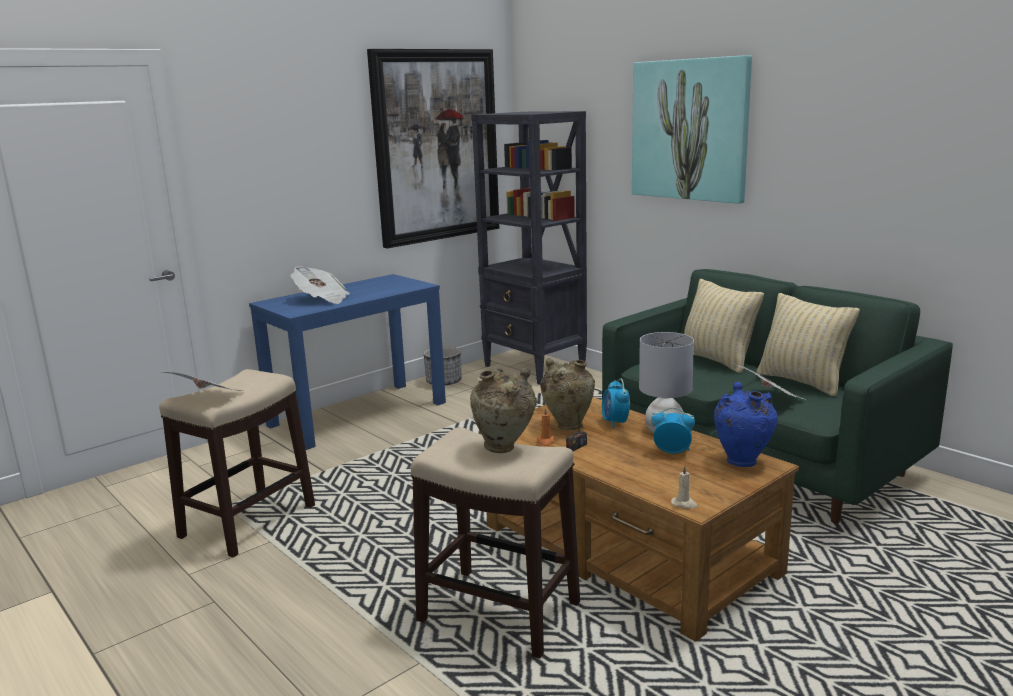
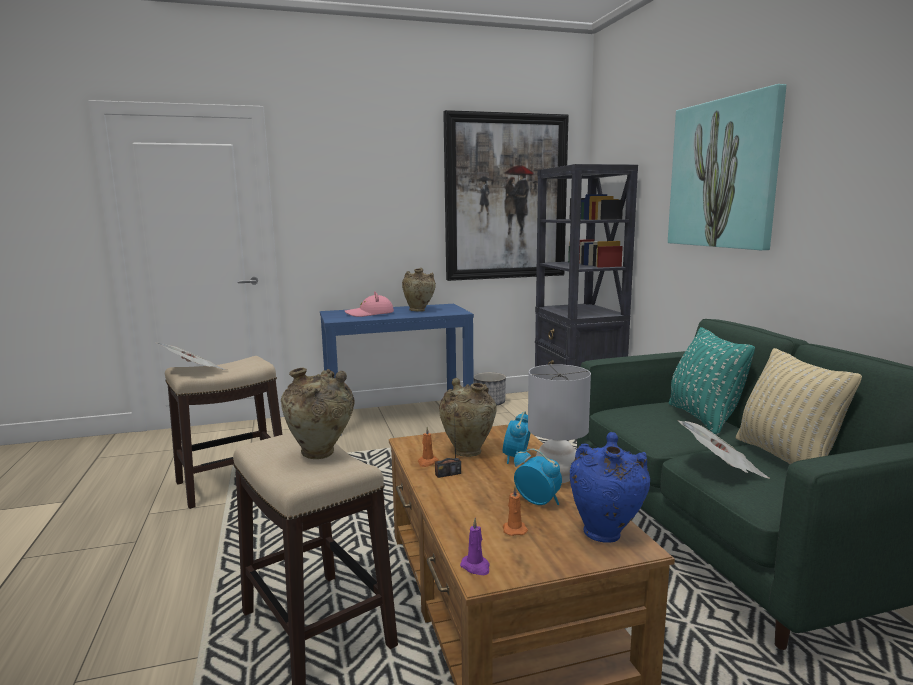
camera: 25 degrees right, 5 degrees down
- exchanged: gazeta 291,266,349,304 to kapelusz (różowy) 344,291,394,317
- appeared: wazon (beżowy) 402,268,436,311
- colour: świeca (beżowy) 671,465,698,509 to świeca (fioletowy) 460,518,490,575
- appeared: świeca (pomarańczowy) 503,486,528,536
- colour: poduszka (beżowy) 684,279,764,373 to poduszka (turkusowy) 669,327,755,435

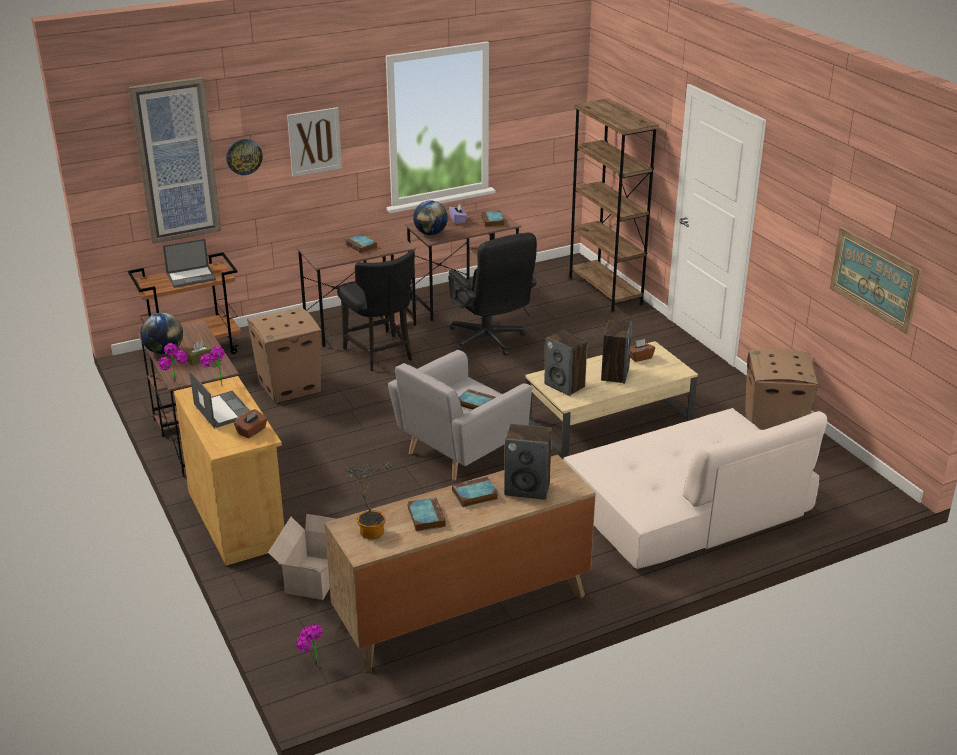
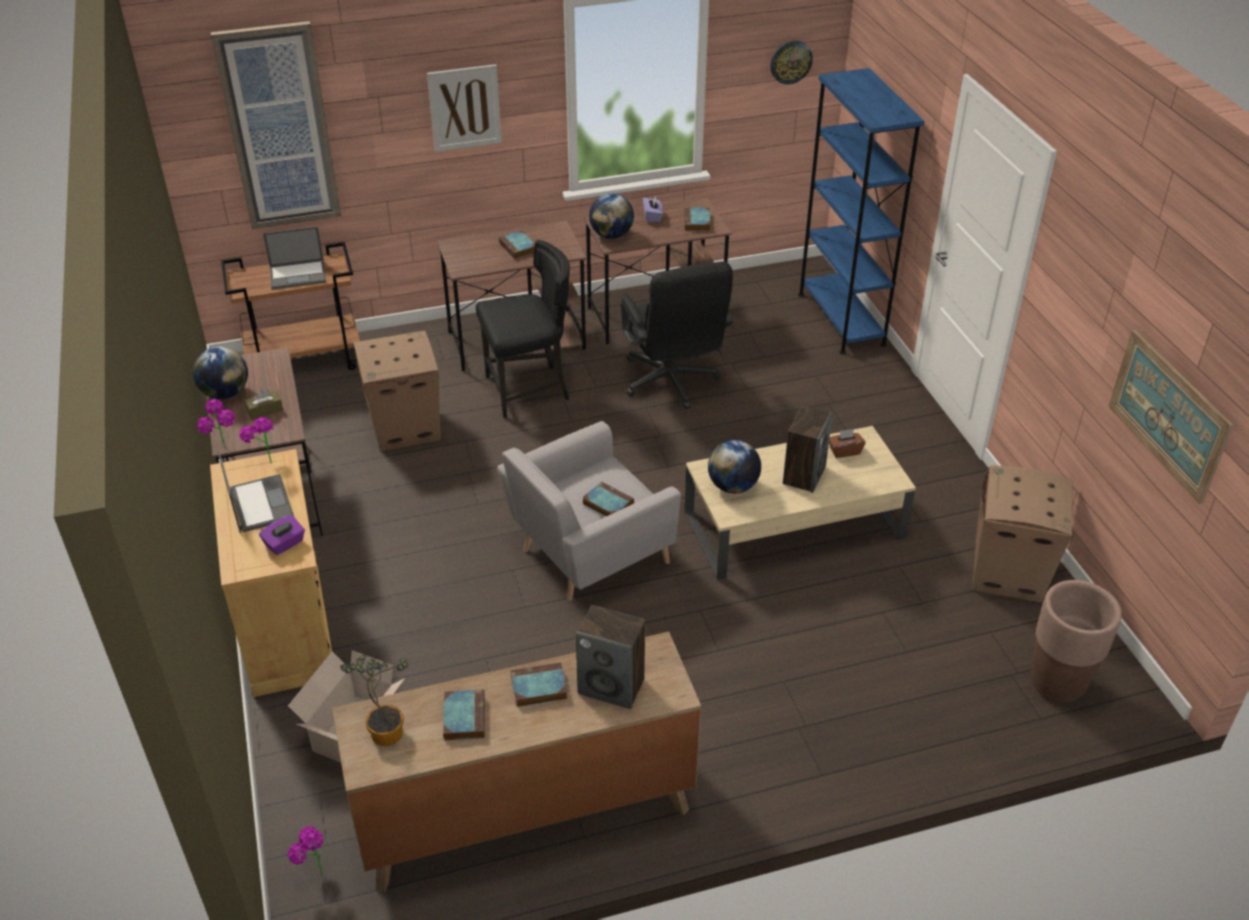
camera: 10 degrees right, 10 degrees up
- colour: pudełko chusteczek (brązowy) 234,409,268,438 to pudełko chusteczek (fioletowy) 259,515,305,555
- spun: krzesło (czarny) 337,250,415,371 = 476,240,570,418 90 degrees counterclockwise
- exchanged: głośnik 544,330,587,396 to globus 708,440,761,493
- relocated: zegar ścienny 226,139,263,175 to 770,40,813,84
- colour: regał (brązowy) 568,98,659,312 to regał (niebieski) 798,68,924,354
- appeared: donica (brązowy) 1031,580,1122,703
- missing: kanapa (beżowy) 563,408,827,569

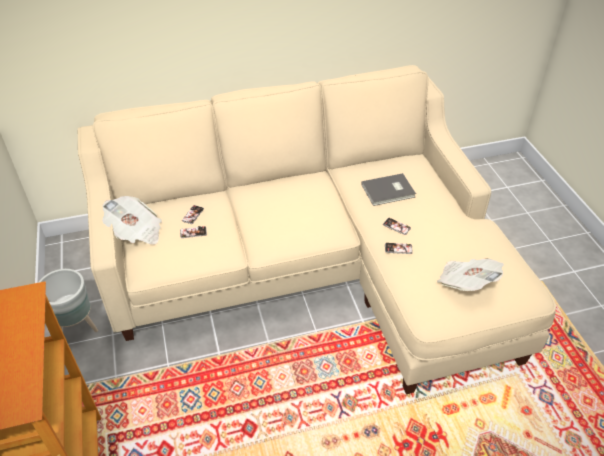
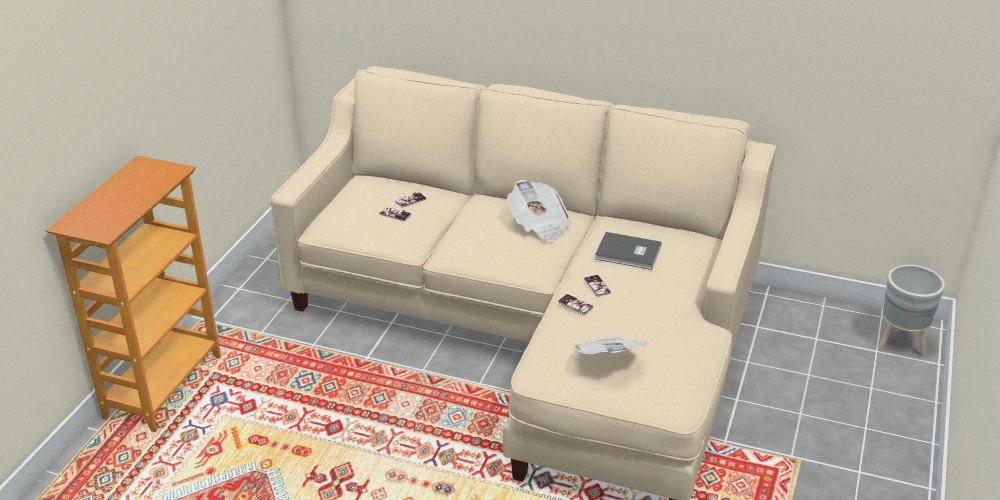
camera: 35 degrees right, 10 degrees down
- relocated: gazeta 102,196,162,245 to 507,179,572,243
- relocated: donica (szary) 38,269,98,332 to 878,265,945,356

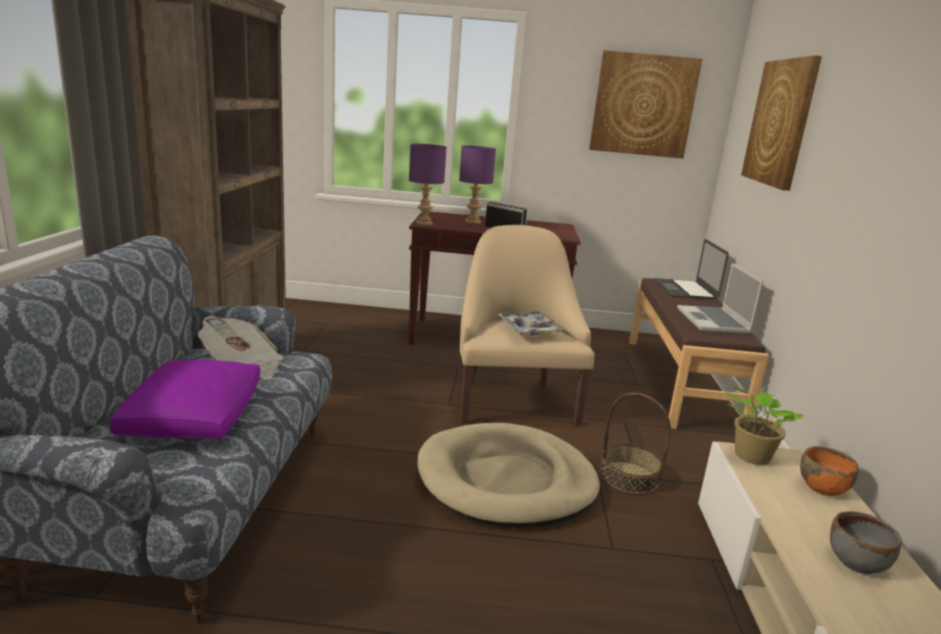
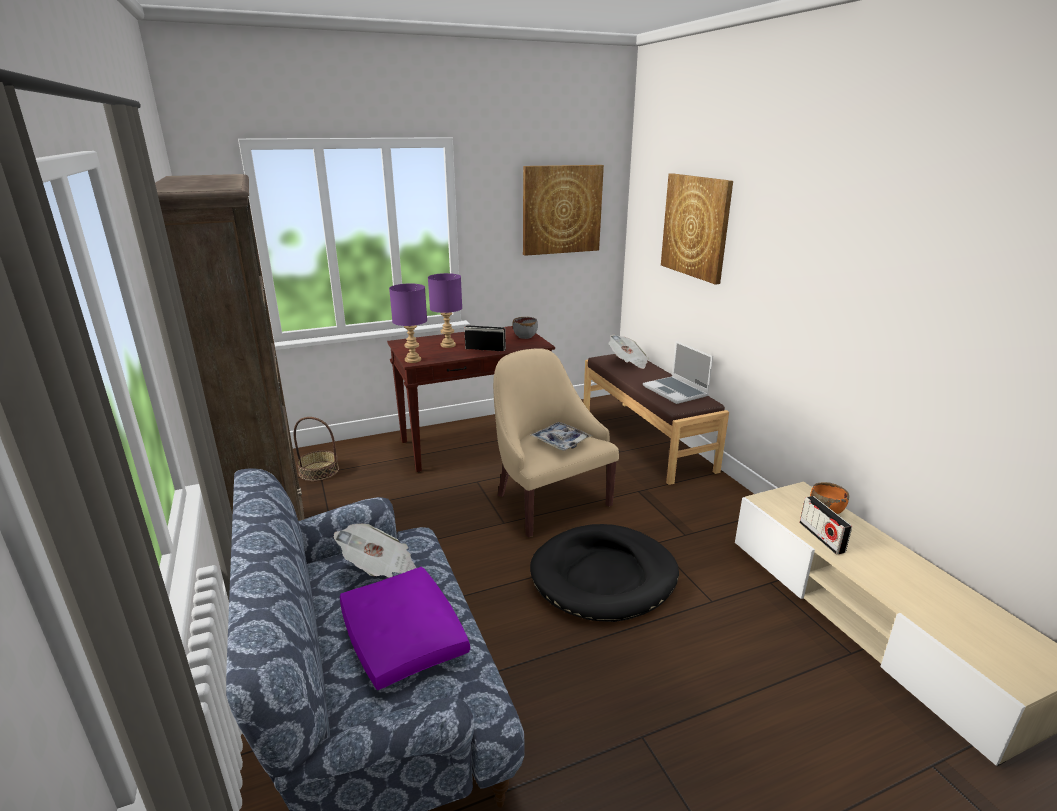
camera: 25 degrees left, 5 degrees up
- relocated: koszyk 599,392,671,495 to 294,417,339,481
- relocated: miska (szary) 830,511,902,574 to 512,317,538,339
- colour: legowisko (beżowy) 417,423,600,527 to legowisko (czarny) 530,524,679,622
- exchanged: laptop 654,239,729,300 to gazeta 609,335,649,369
- appeared: radio 800,496,852,554
- missing: roślina doniczkowa 725,387,804,465

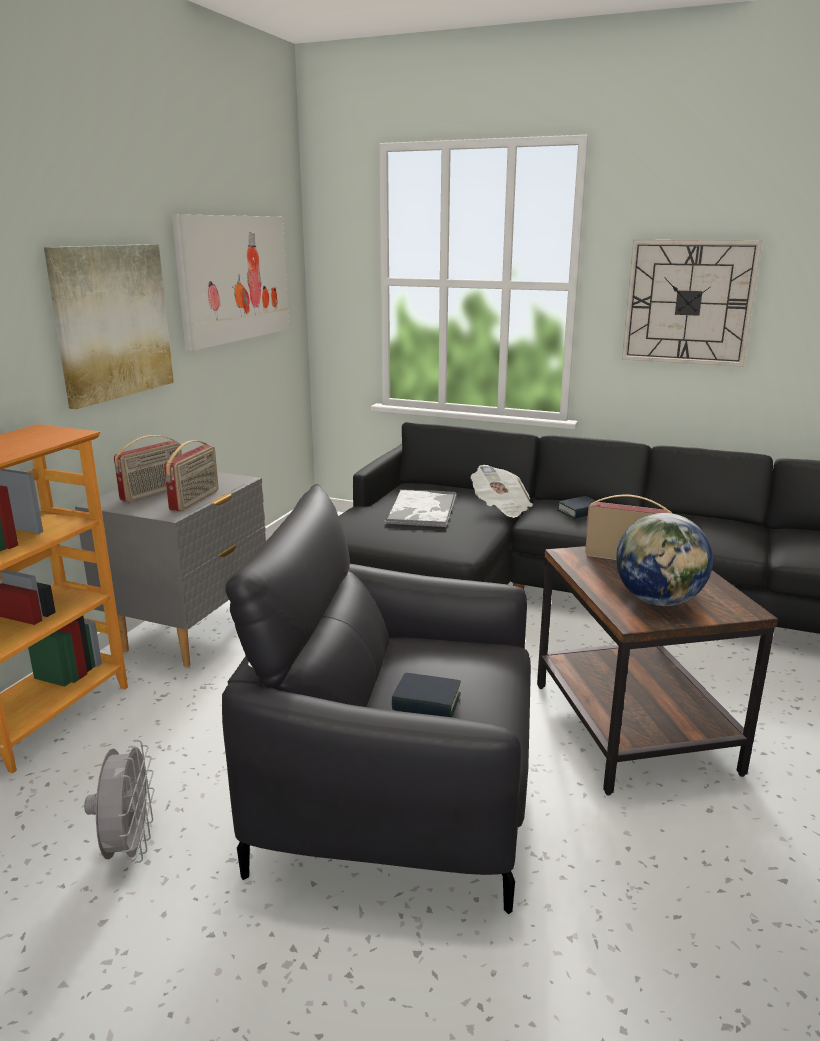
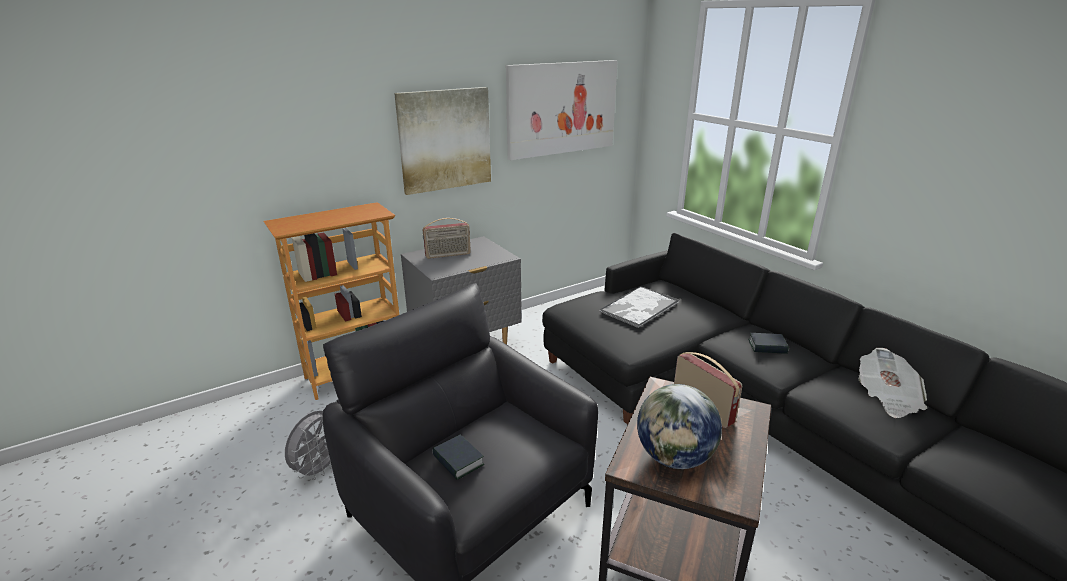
camera: 35 degrees right, 5 degrees up
- relocated: gazeta 471,465,533,518 to 858,348,927,418
- missing: radio 164,440,219,511
- missing: zegar ścienny 622,240,762,367

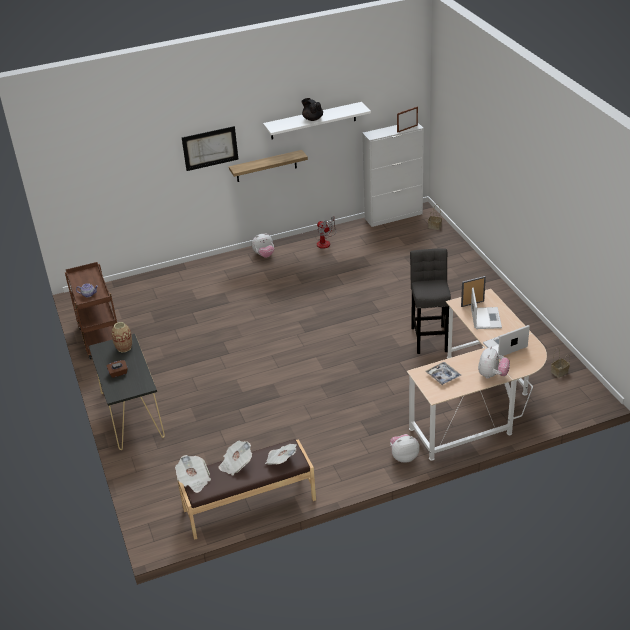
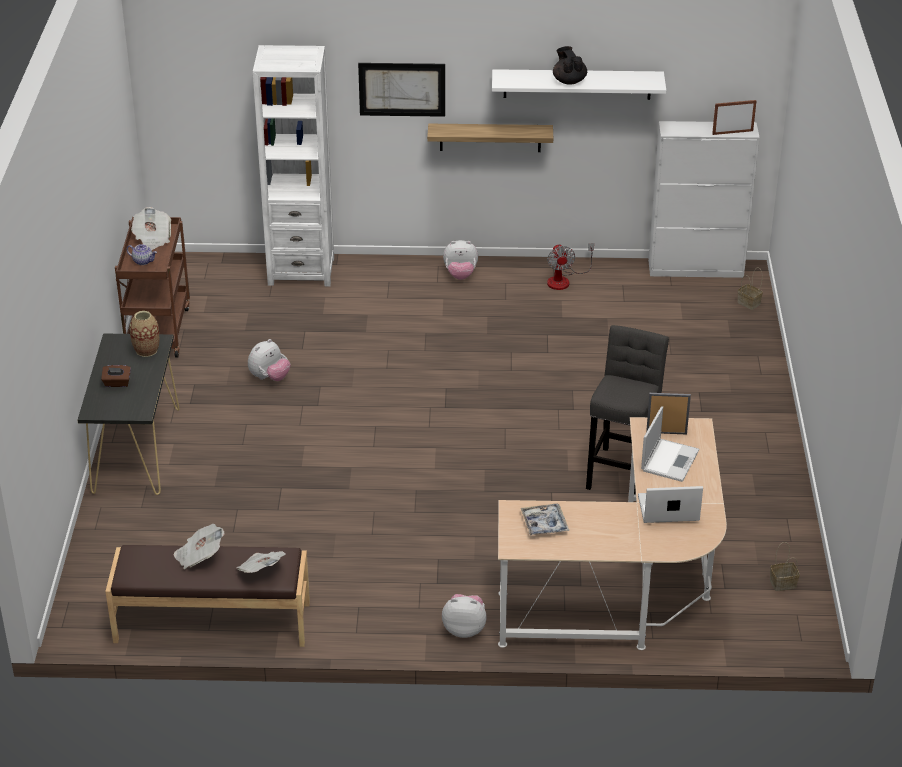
camera: 20 degrees right, 0 degrees up
- relocated: gazeta 175,455,211,493 to 131,207,171,250
- relocated: pluszak 478,346,510,379 to 248,339,291,381
- appeared: regał (biały) 253,45,334,286

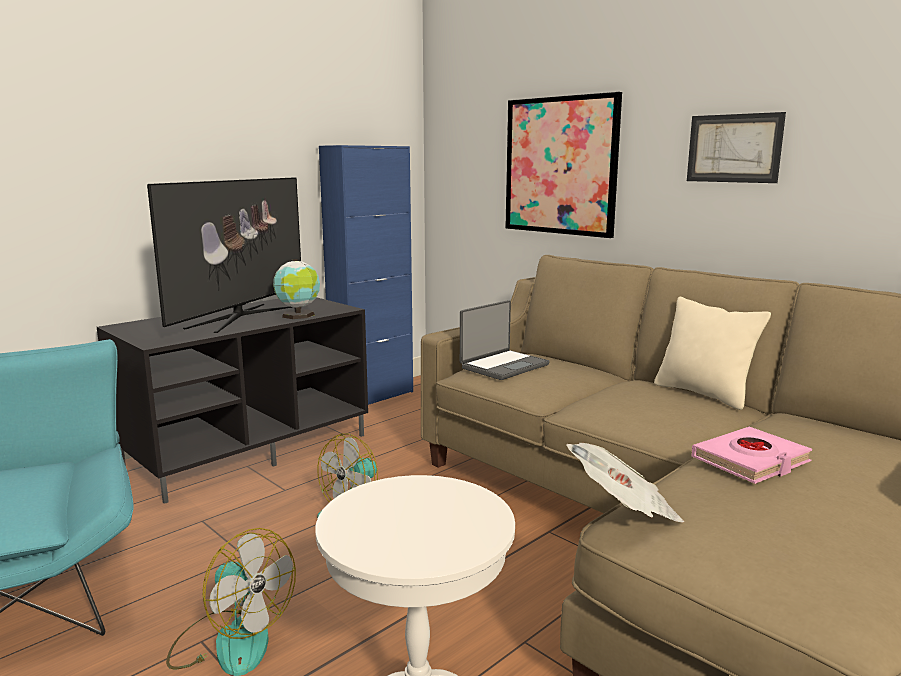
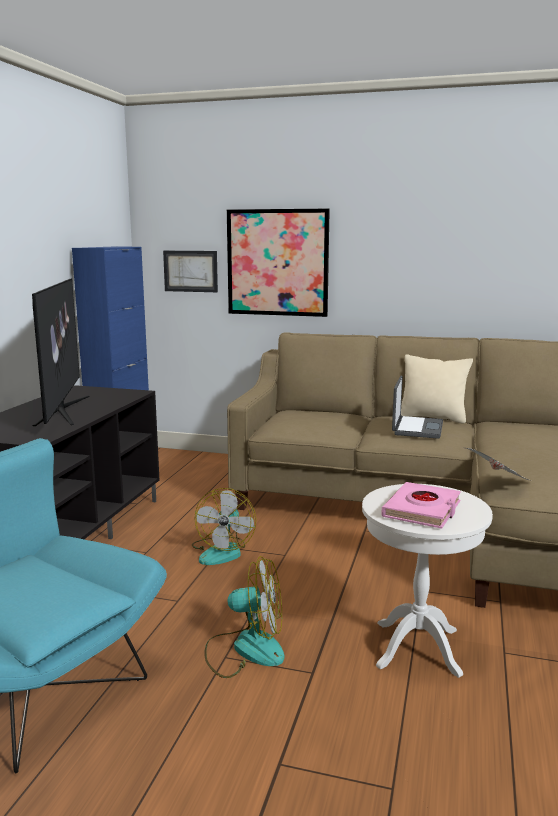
camera: 30 degrees left, 0 degrees up
- relocated: obraz 687,112,786,183 to 163,251,218,292
- relocated: książka (różowy) 691,427,812,484 to 381,482,461,529
- relocated: laptop 460,300,550,380 to 392,376,443,439
- missing: globus 273,259,320,319

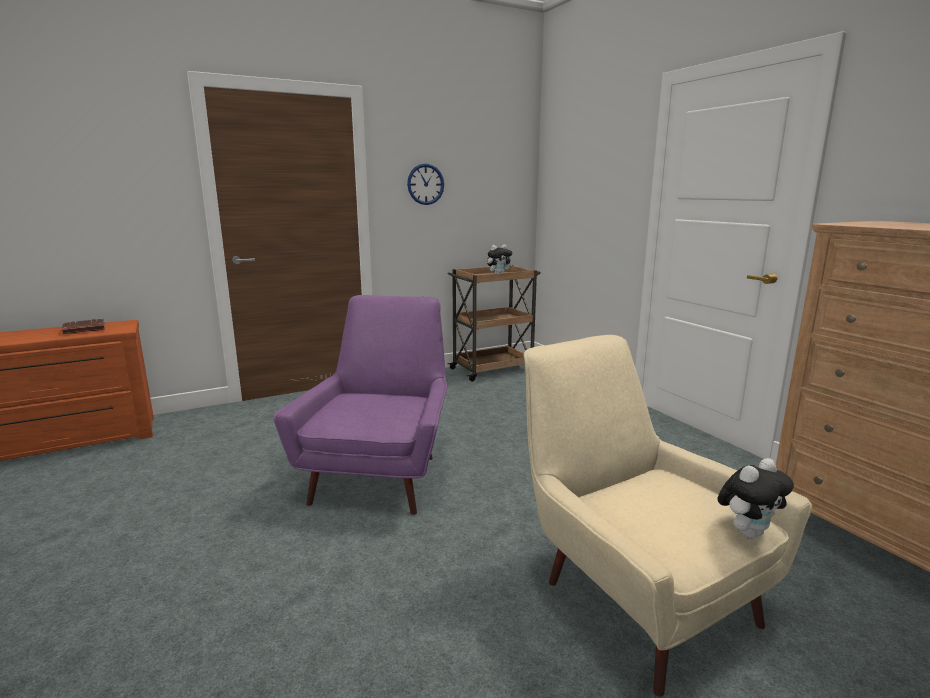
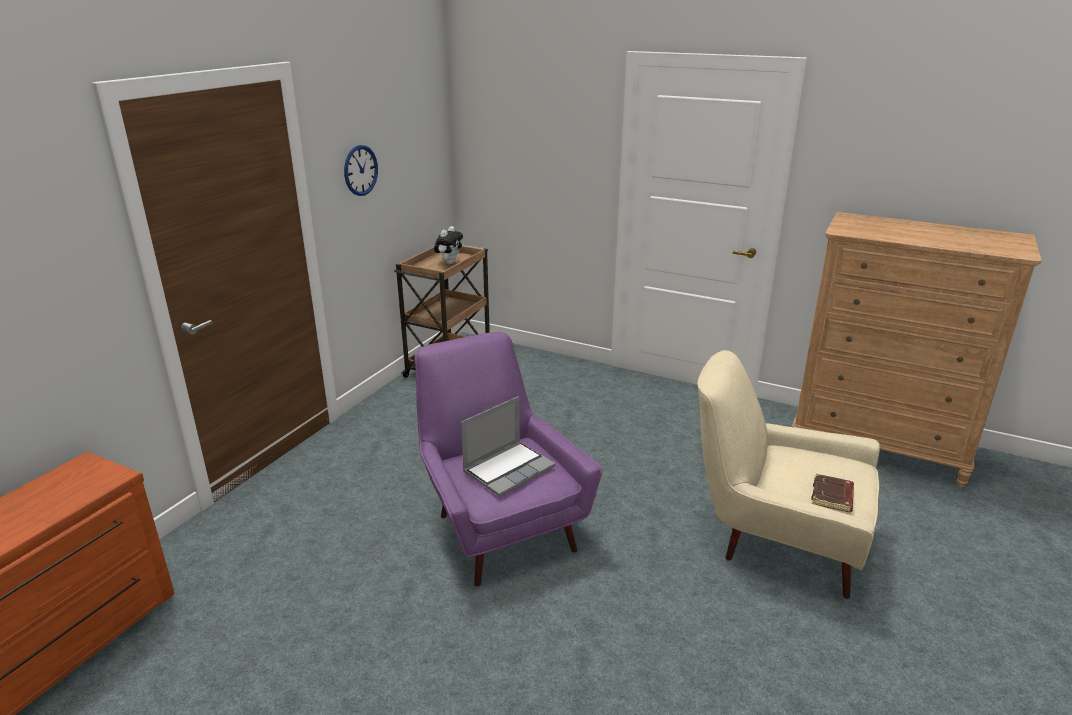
camera: 35 degrees left, 10 degrees up
- appeared: laptop 461,396,555,496
- relocated: książka (brązowy) 62,319,105,334 to 811,474,854,512
- missing: pluszak 717,458,794,539

